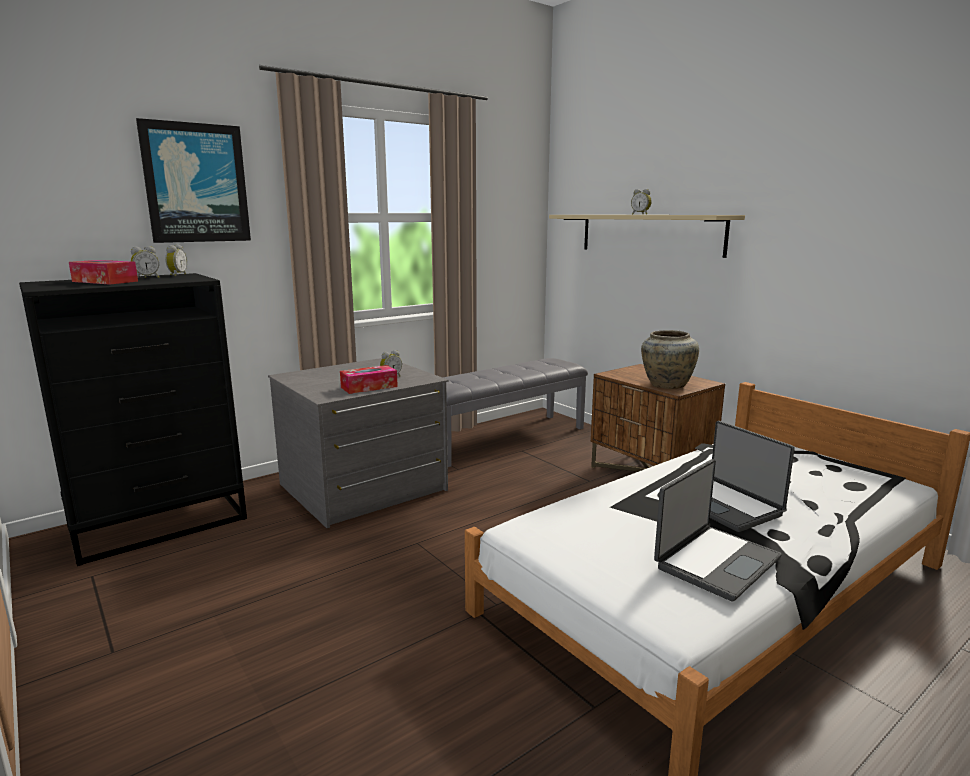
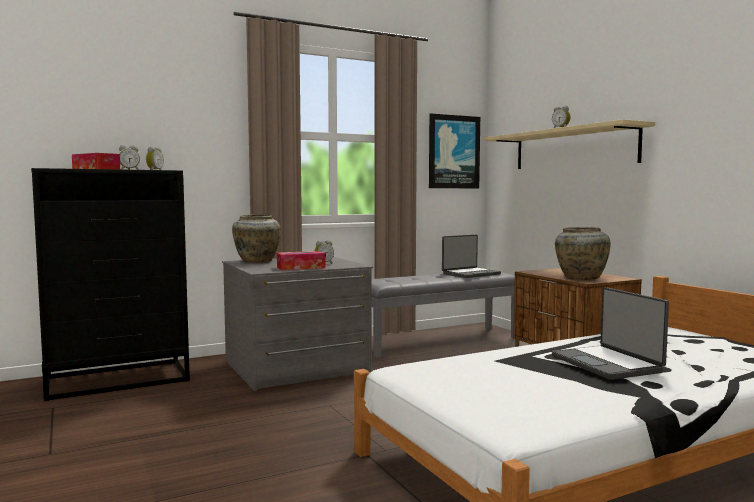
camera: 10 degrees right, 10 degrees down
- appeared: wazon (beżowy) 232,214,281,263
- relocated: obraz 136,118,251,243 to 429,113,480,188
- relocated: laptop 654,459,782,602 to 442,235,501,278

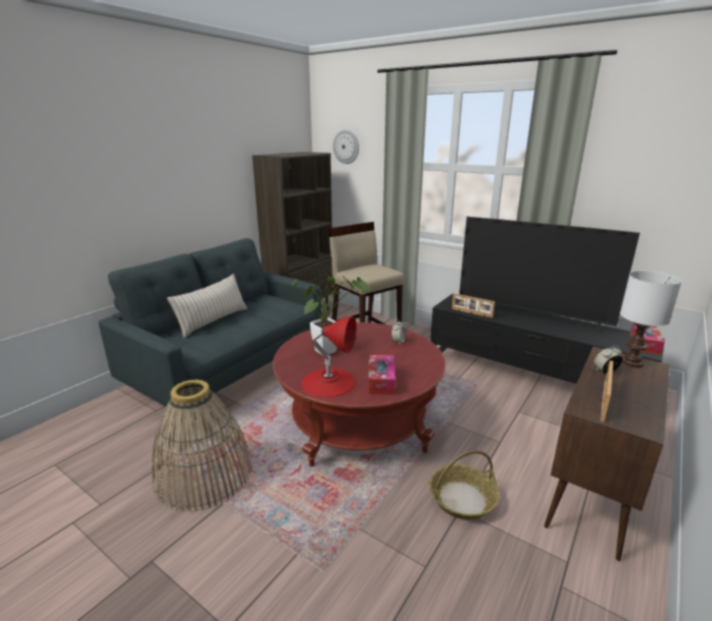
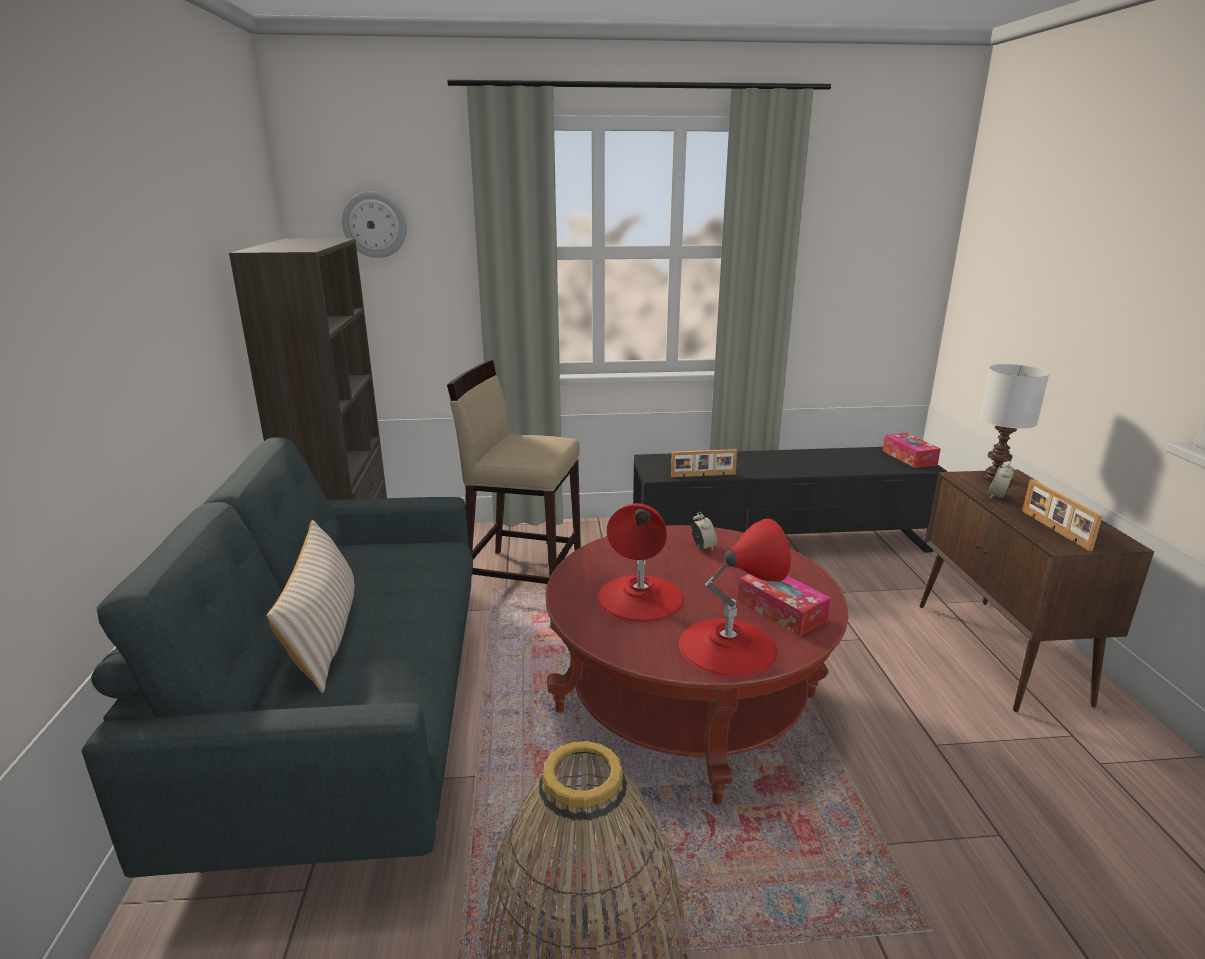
camera: 40 degrees left, 0 degrees up
- exchanged: roślina doniczkowa 286,276,370,356 to lampa stołowa (czerwony) 597,503,684,622
- missing: koszyk 429,450,499,520
- missing: telewizor 459,217,640,334

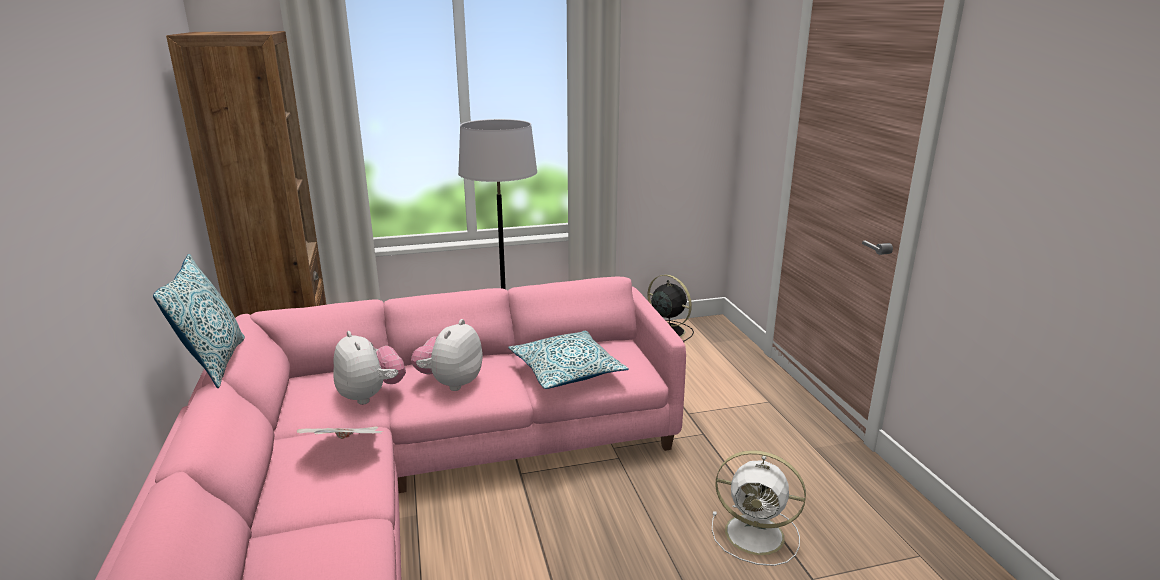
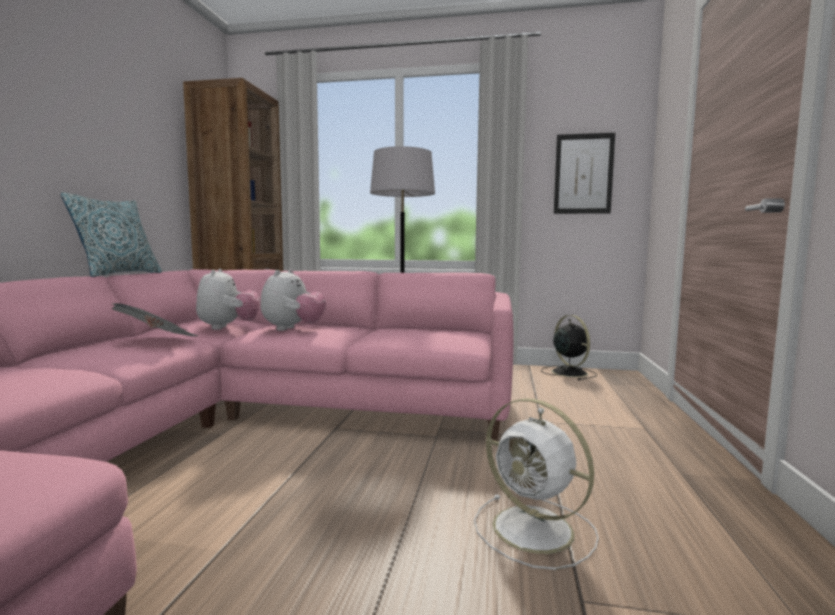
camera: 25 degrees right, 15 degrees down
- spun: pluszak 411,319,483,391 = 260,269,326,331 150 degrees clockwise
- appeared: obraz 554,133,615,214
- missing: poduszka 508,331,629,389

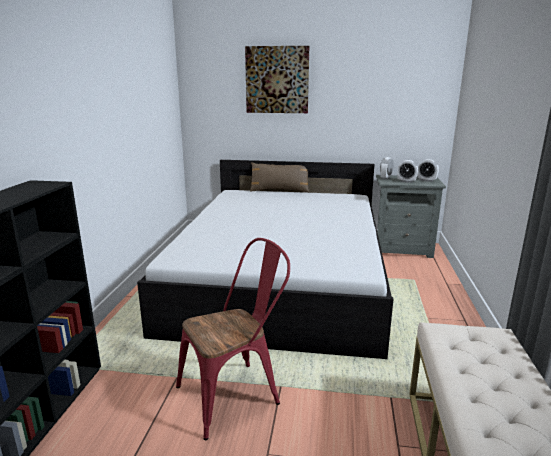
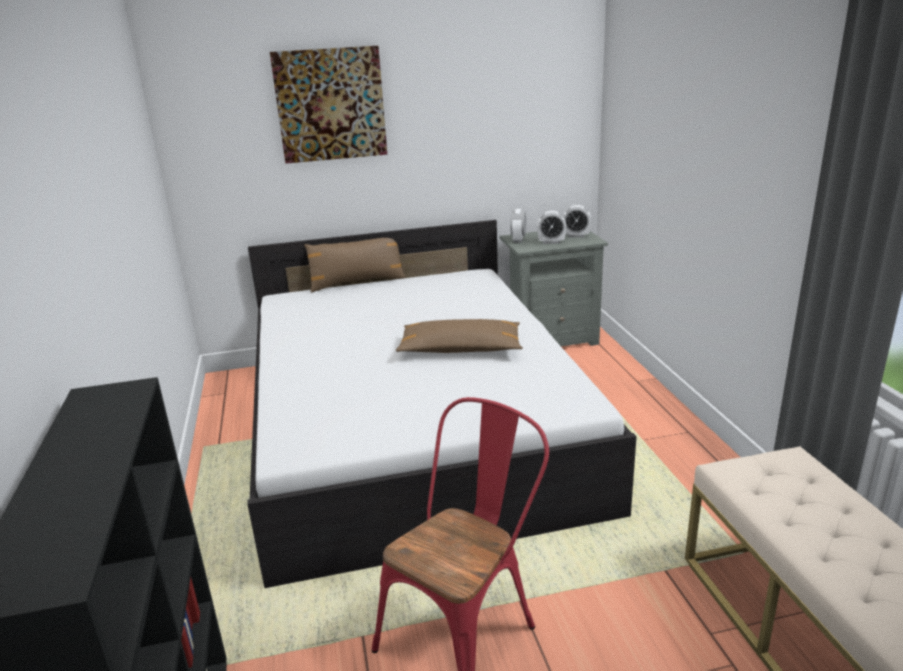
camera: 20 degrees left, 5 degrees up
- appeared: poduszka (brązowy) 396,319,523,353

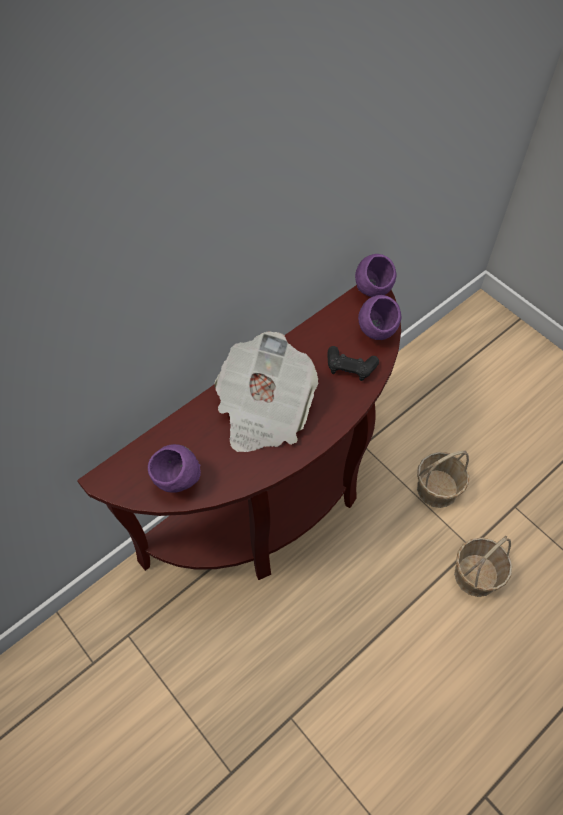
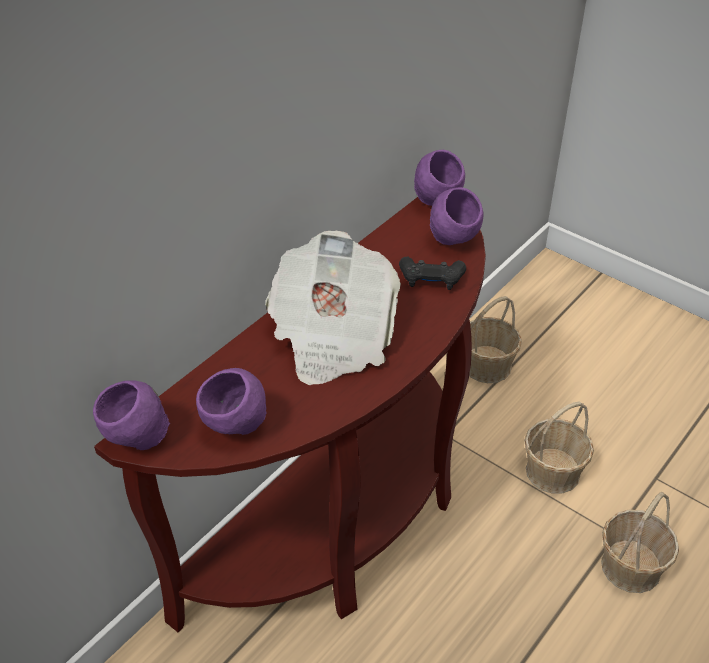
camera: 10 degrees left, 15 degrees down
- appeared: miska (fioletowy) 93,380,170,450
- appeared: koszyk 469,296,522,383

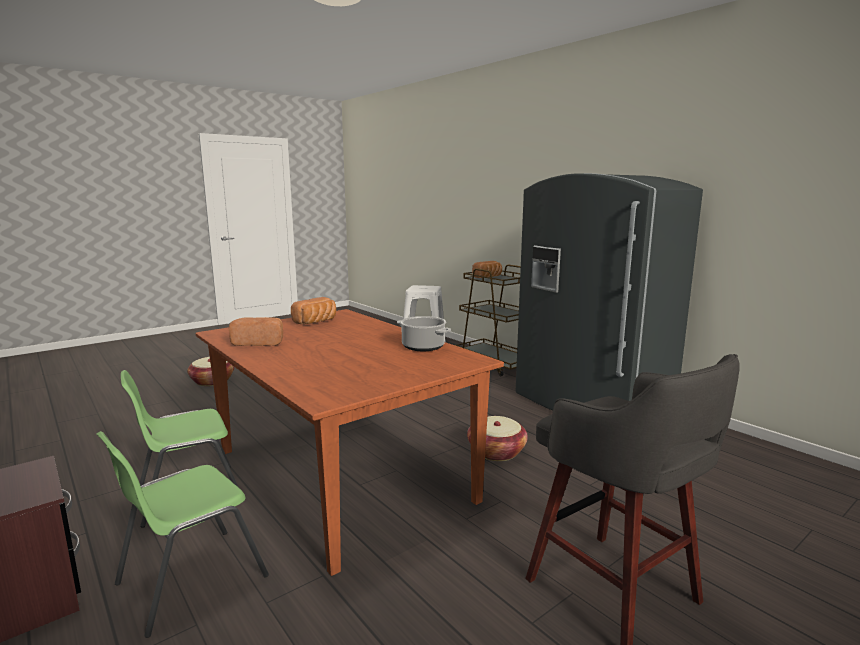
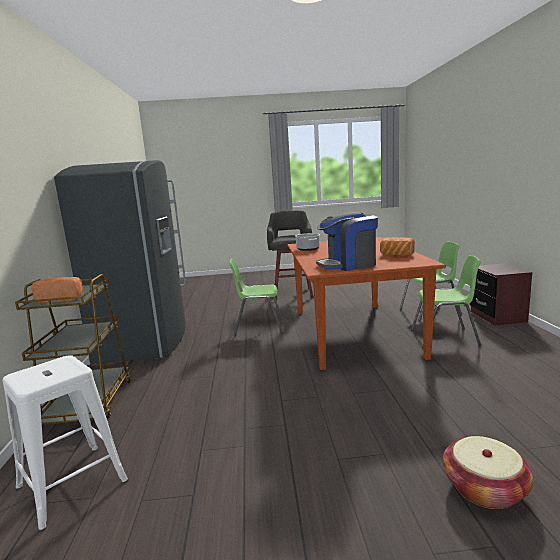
camera: 145 degrees left, 0 degrees up
- exchanged: koszyk 467,416,528,461 to krzesło (zielony) 229,259,283,336
- exchanged: chleb 291,297,336,324 to ekspres do kawy 316,212,378,271

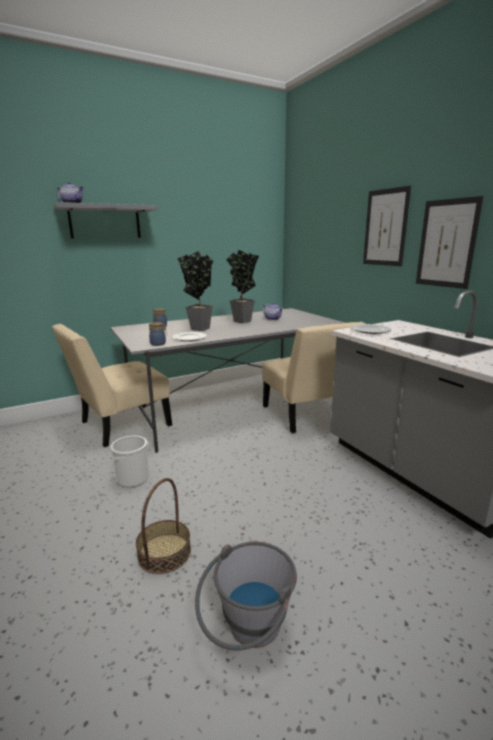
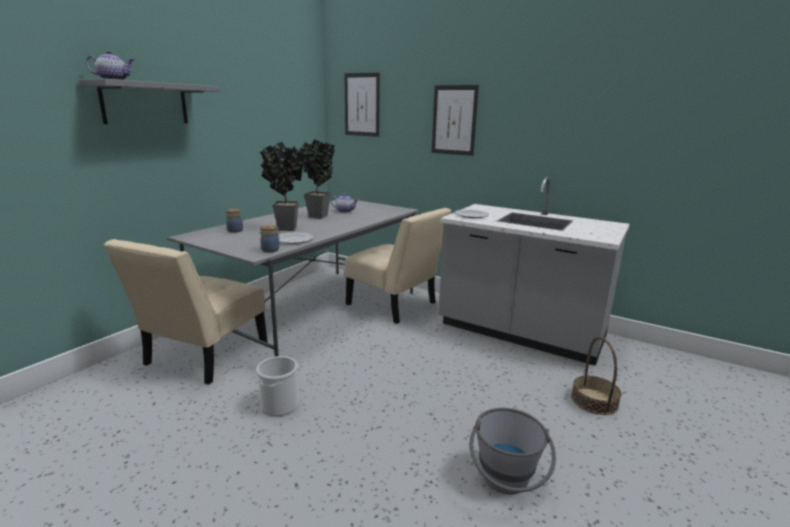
camera: 30 degrees left, 0 degrees up
- relocated: obraz 416,196,484,289 to 344,72,380,137
- relocated: koszyk 136,478,191,574 to 571,337,622,415

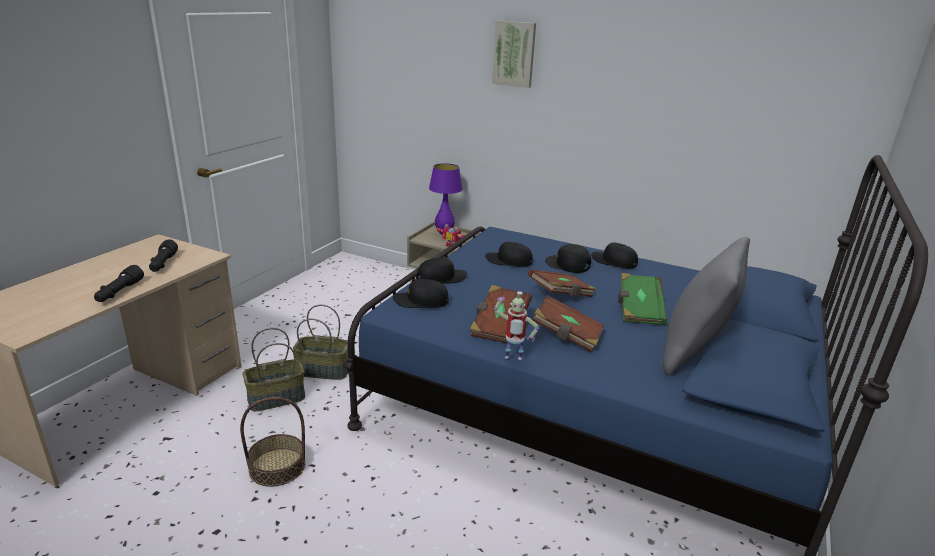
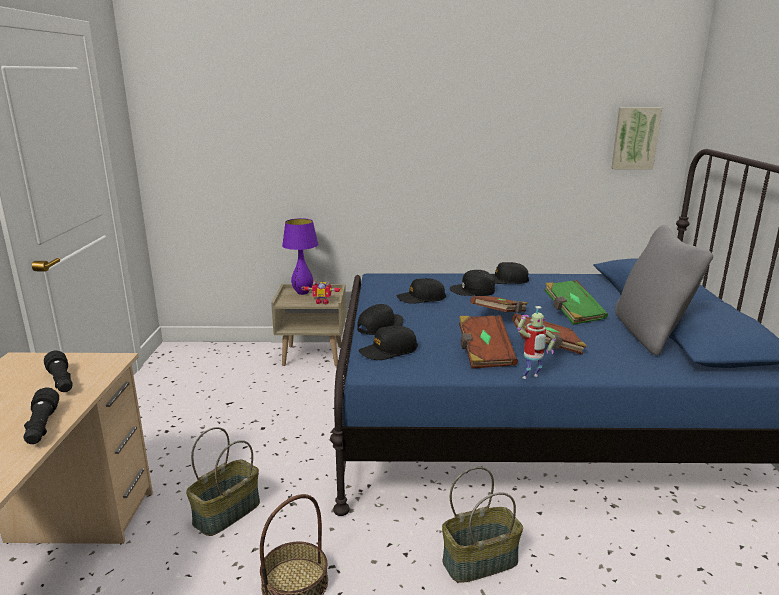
camera: 25 degrees left, 5 degrees down
- relocated: koszyk 293,305,348,380 to 442,467,523,583
- relocated: obraz 492,21,536,88 to 611,108,662,169

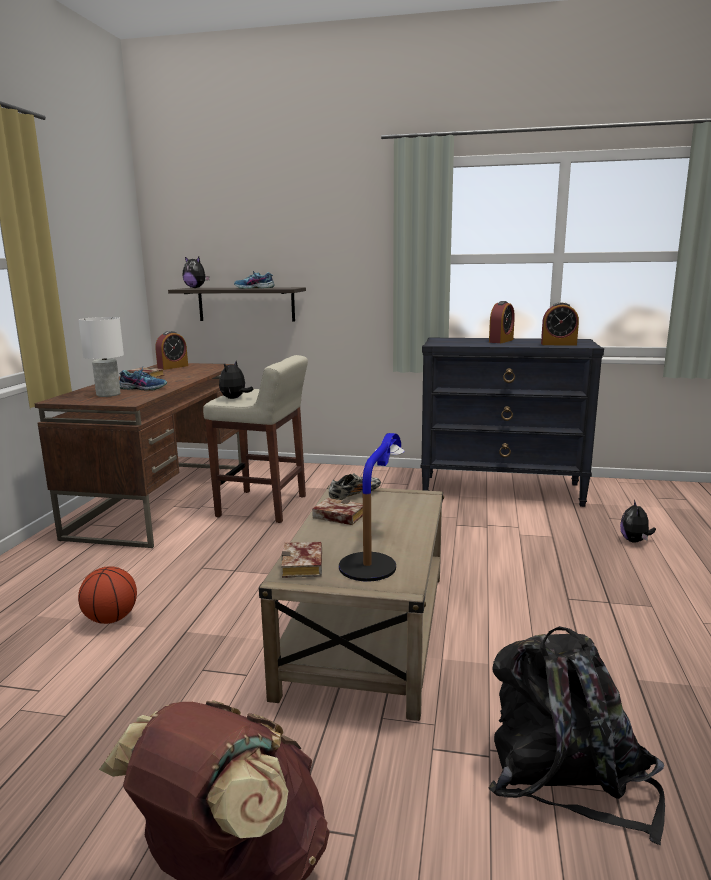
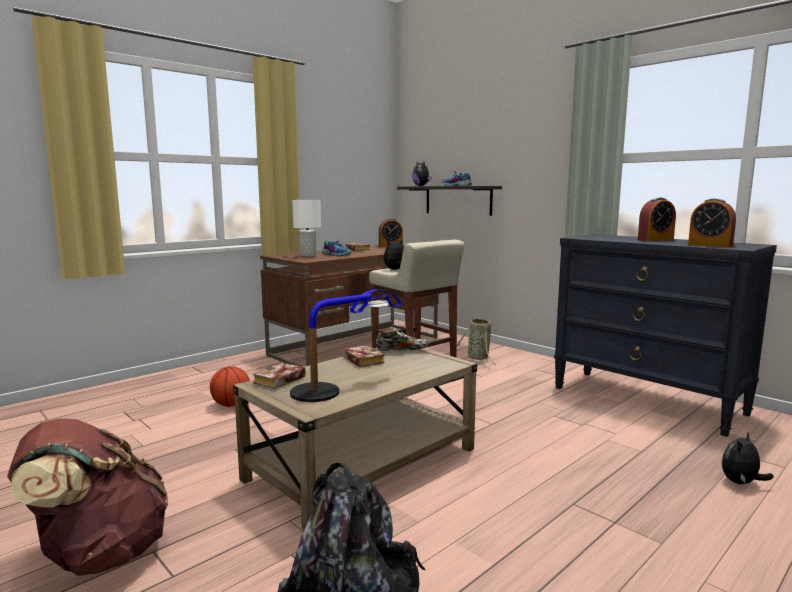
camera: 35 degrees right, 5 degrees down
- appeared: koszyk 457,317,496,365

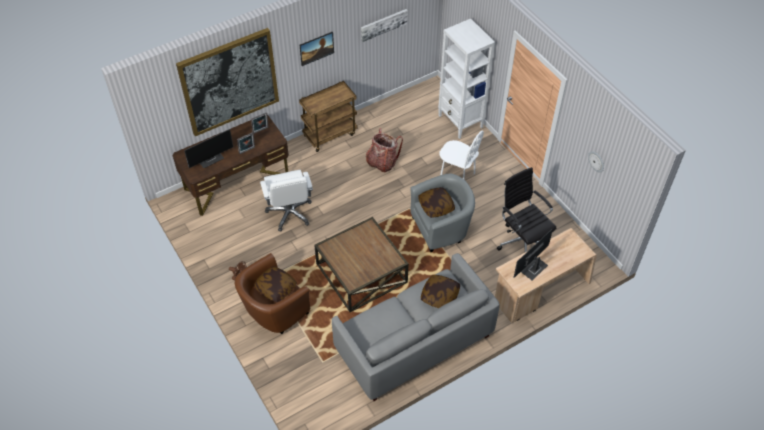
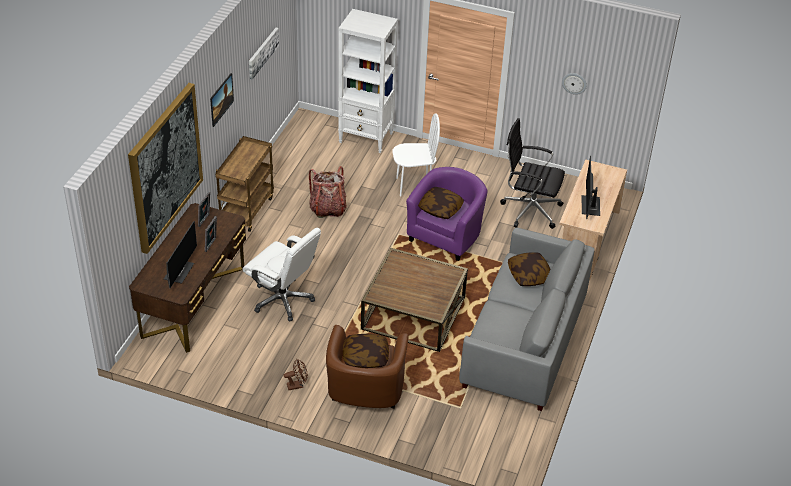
camera: 40 degrees left, 10 degrees down
- colour: fotel (szary) 410,173,475,252 to fotel (fioletowy) 406,167,487,261

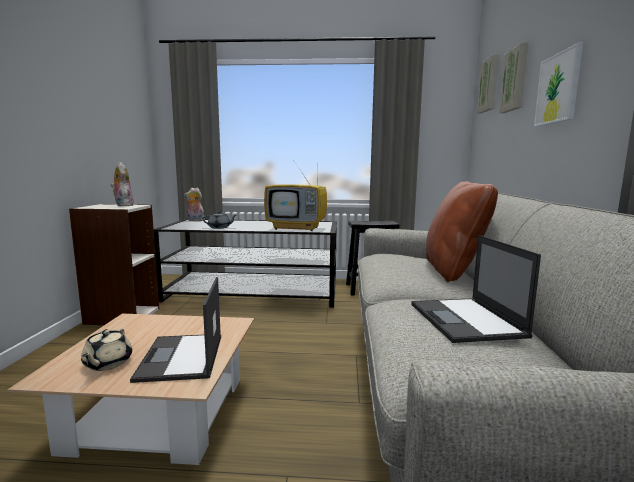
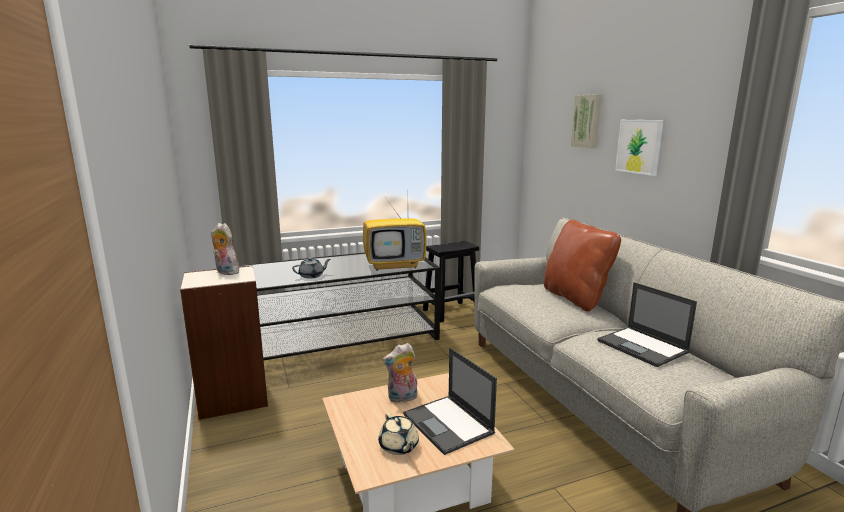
camera: 25 degrees left, 5 degrees up
- relocated: pluszak 184,188,205,221 to 382,343,417,403
- missing: obraz 477,54,499,113

